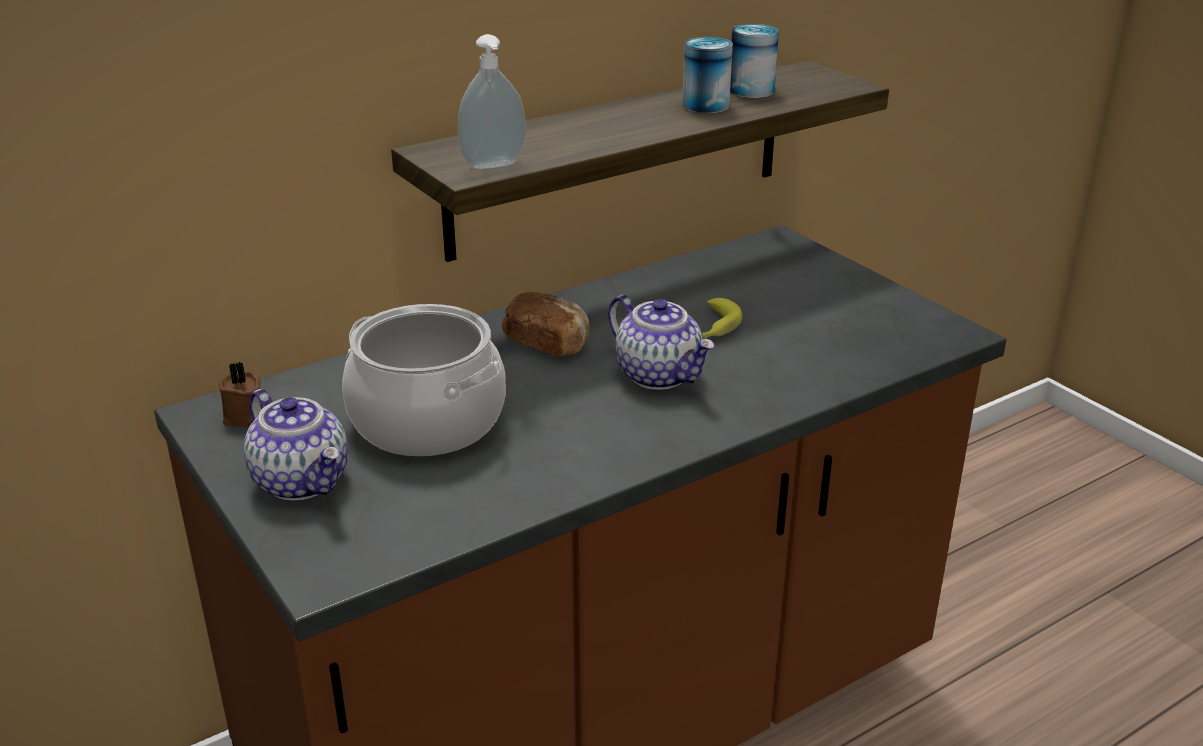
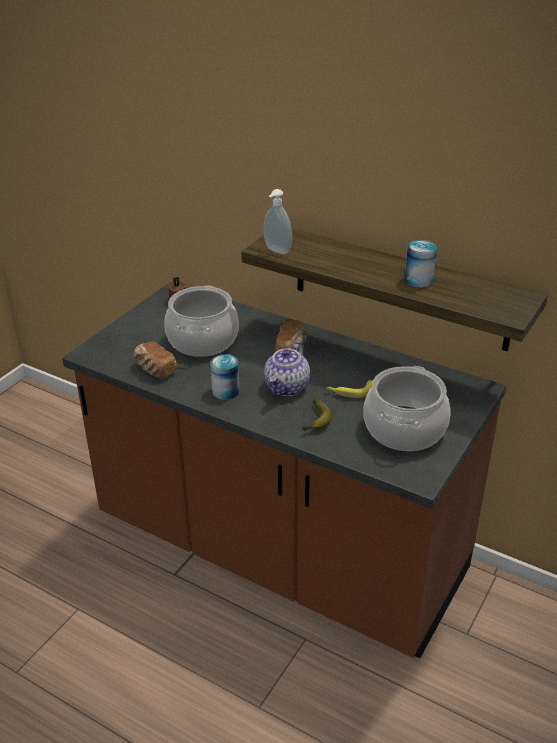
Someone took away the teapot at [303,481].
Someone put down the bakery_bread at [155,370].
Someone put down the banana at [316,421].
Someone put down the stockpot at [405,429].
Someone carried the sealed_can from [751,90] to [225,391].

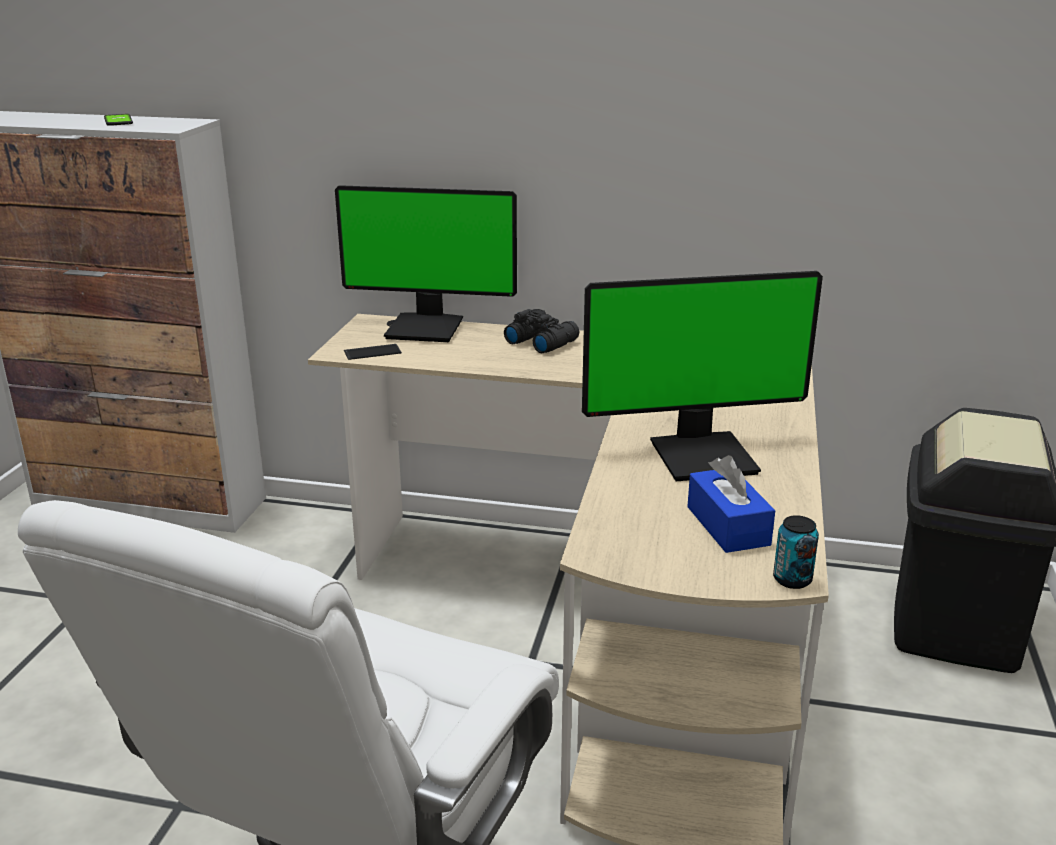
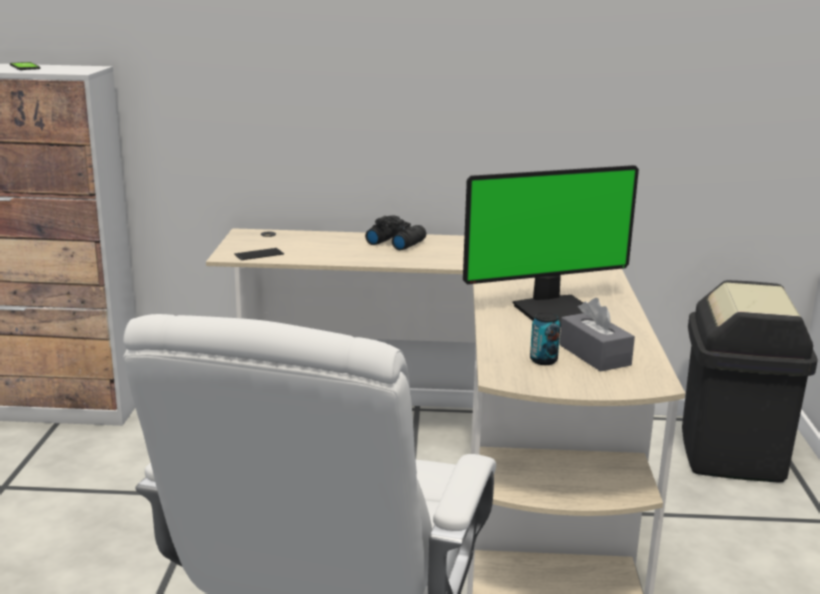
Someone took away the monitor at [426,328].
Someone carried the sealed_can from [792,579] to [543,360].
Someone repainted the bluish_box_of_tissues at [728,526], which became the grey_box_of_tissues at [594,355].

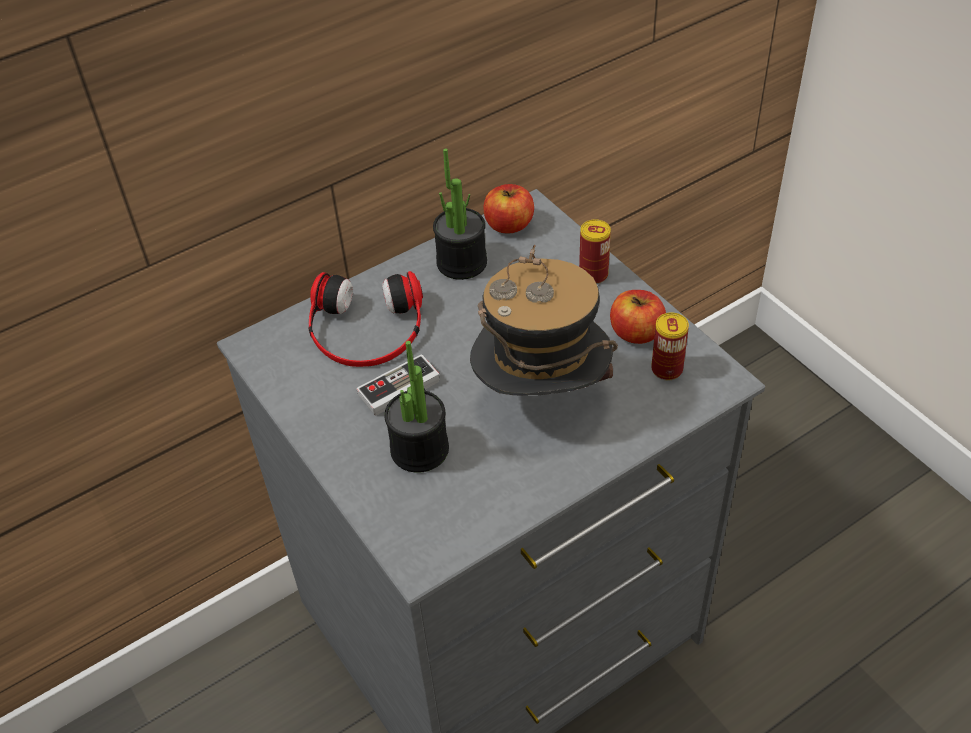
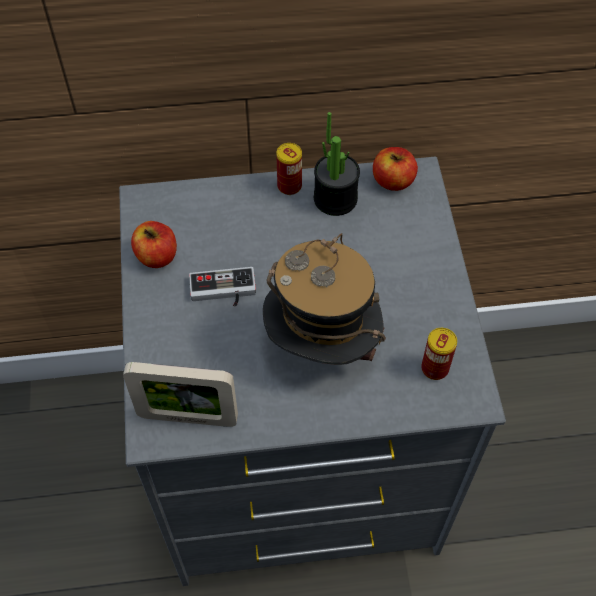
Someone took away the pair_of_headphones at [366,329].
Someone took away the plant_in_a_pot at [419,449].
Someone put down the picture_frame at [188,417].
Someone carried the sealed_can from [593,275] to [289,186].
Someone carried the apple_fruit from [636,333] to [157,256].

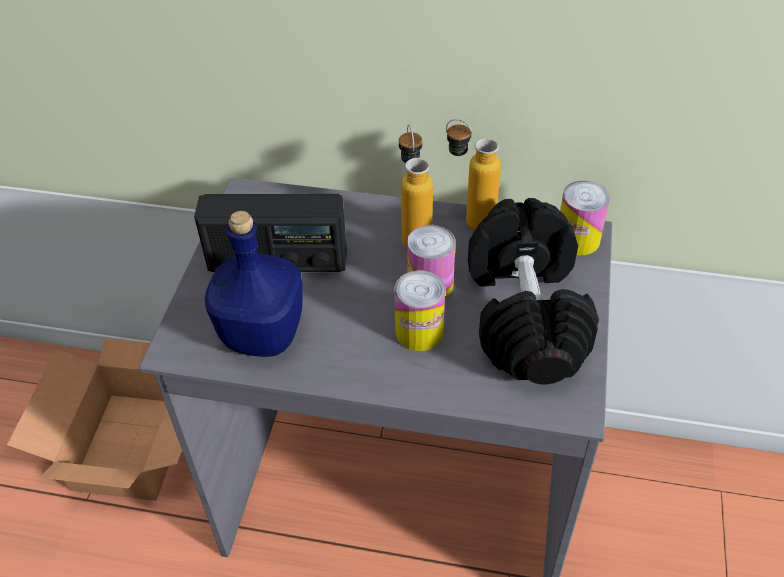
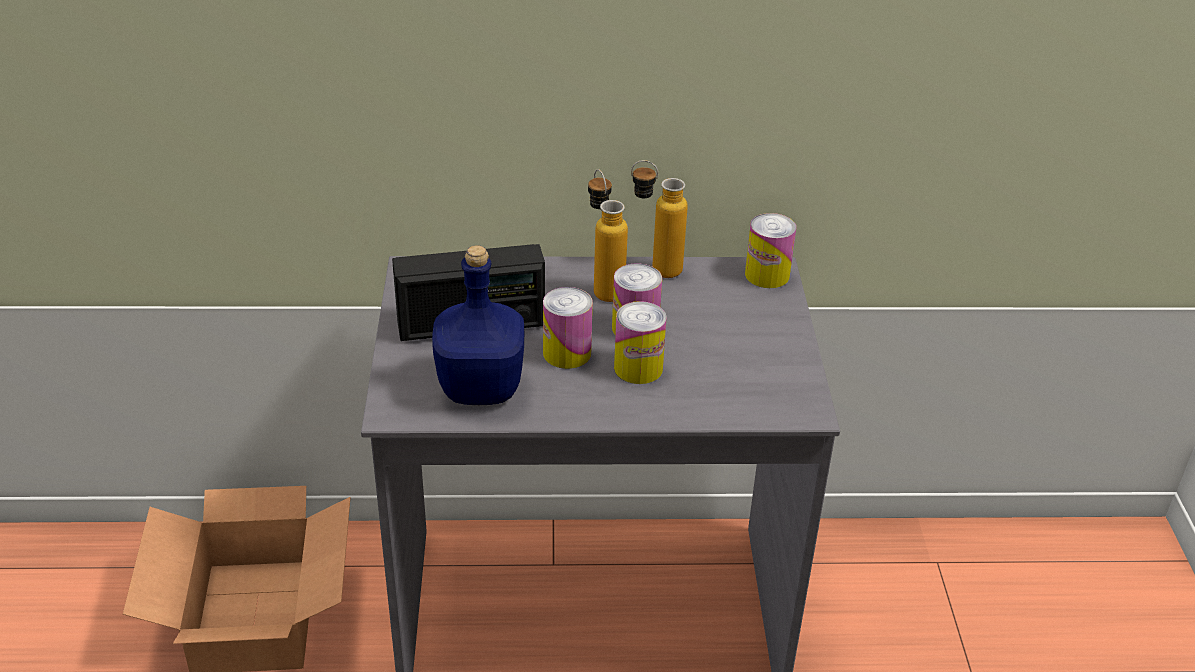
Someone took away the black-coloured_free_weight at [525,313].
Someone put down the sealed_can at [567,353].

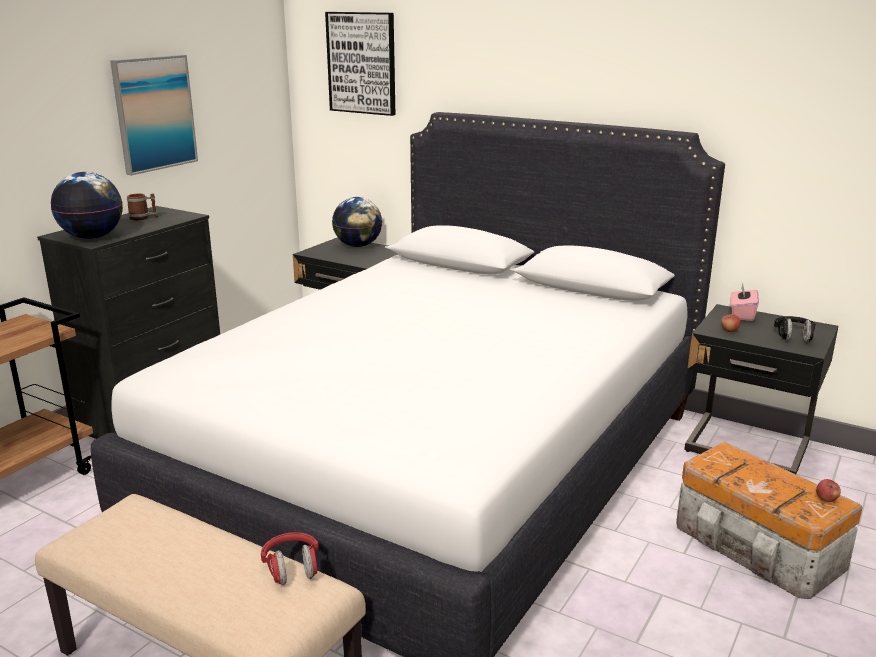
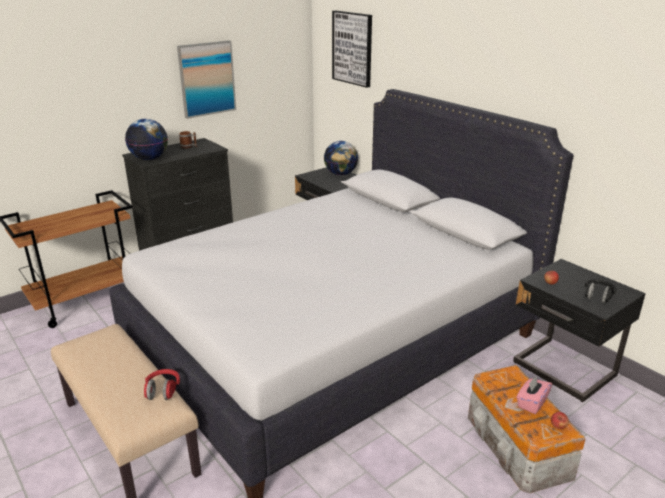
Someone carried the pink-coloured_box_of_tissues from [741,314] to [531,403].

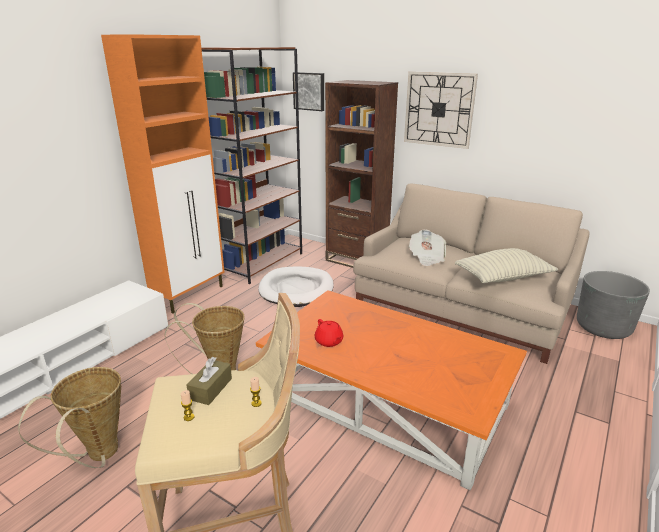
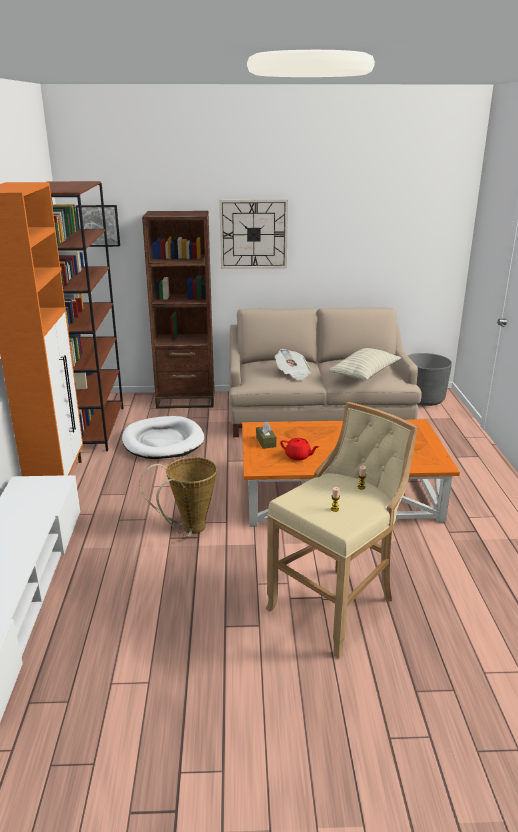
Someone took away the storage_basket at [98,457].
Someone carried the brown-coloured_box_of_tissues from [211,389] to [266,442].

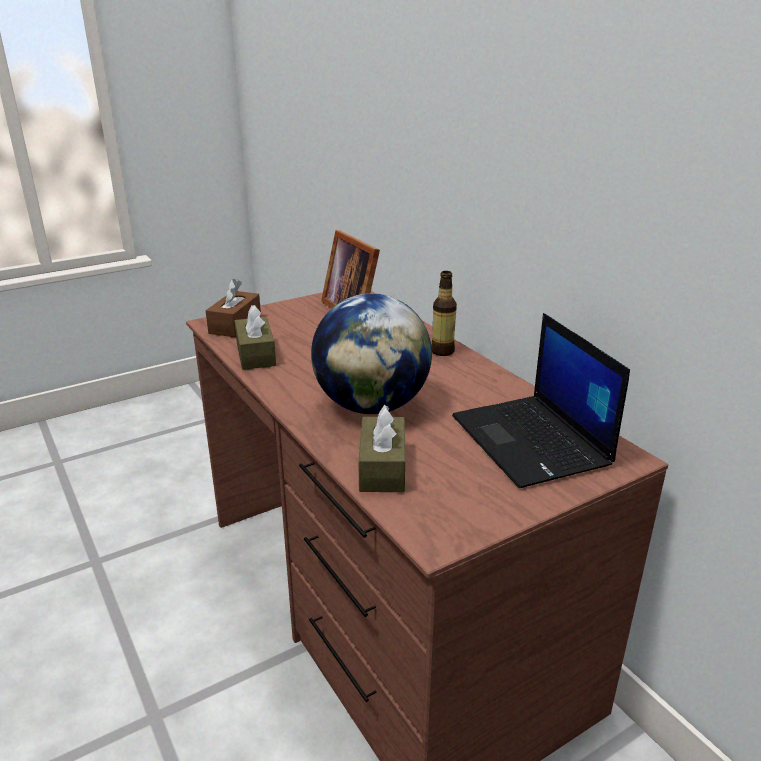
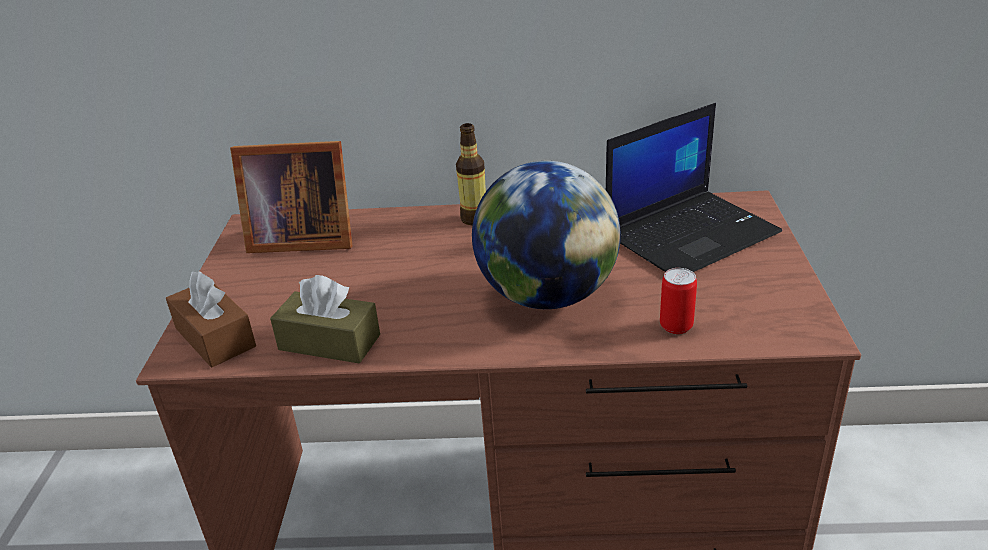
Someone swapped the brown-coloured_box_of_tissues at [382,468] for the sealed_can at [676,326].
Someone rotated the laptop at [532,441] by 45 degrees counterclockwise.

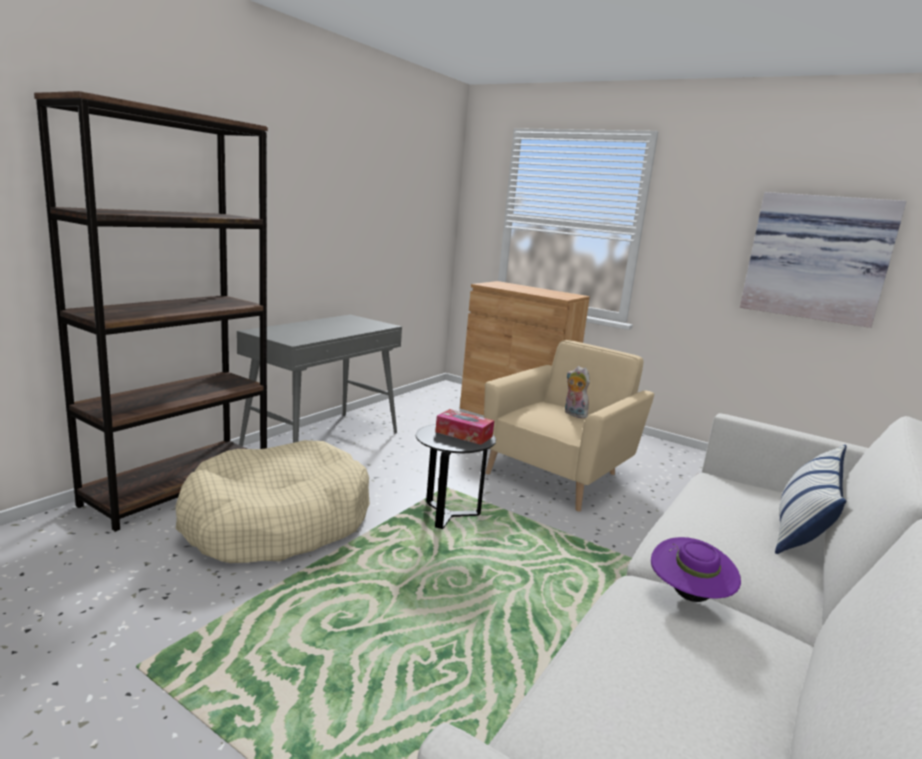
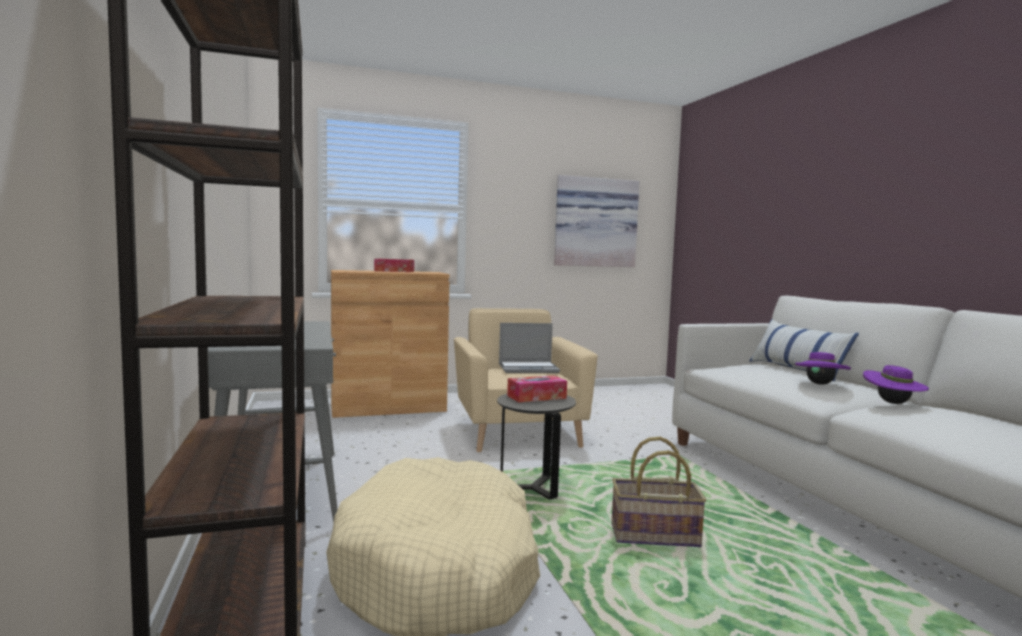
Someone put down the box_of_tissues at [394,271].
Someone put down the storage_basket at [654,536].
Someone put down the purple-coloured_hat at [820,384].
Someone swapped the cuddly_toy at [573,414] for the laptop at [529,369].

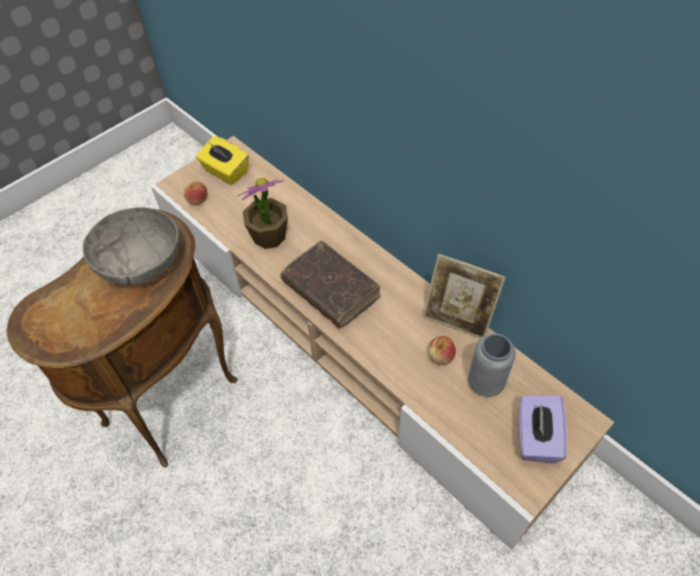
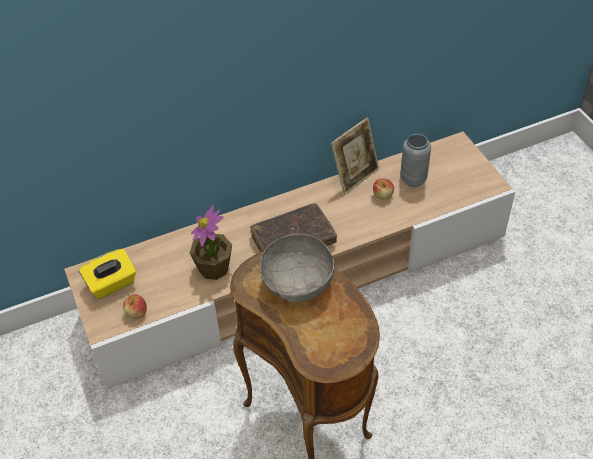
Someone took away the purple-coloured_box_of_tissues at [536,437].

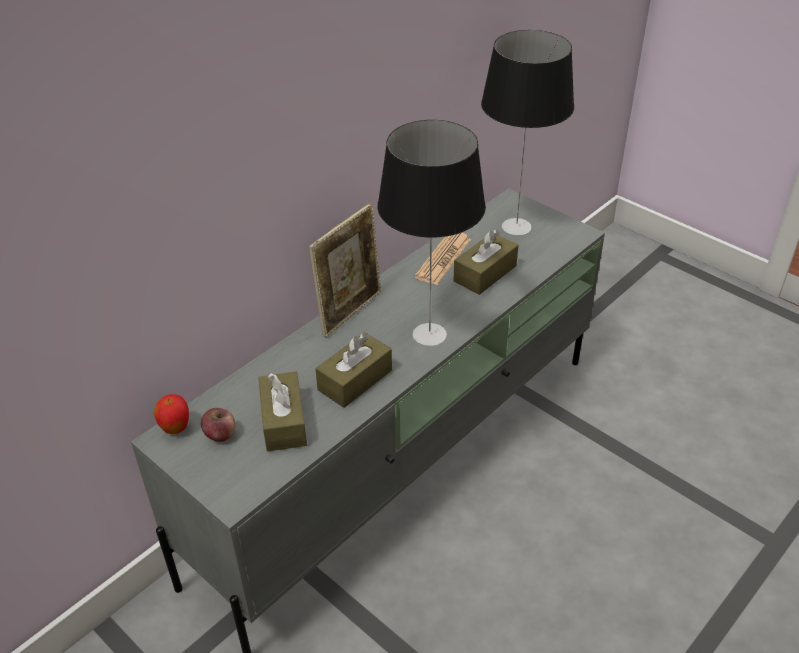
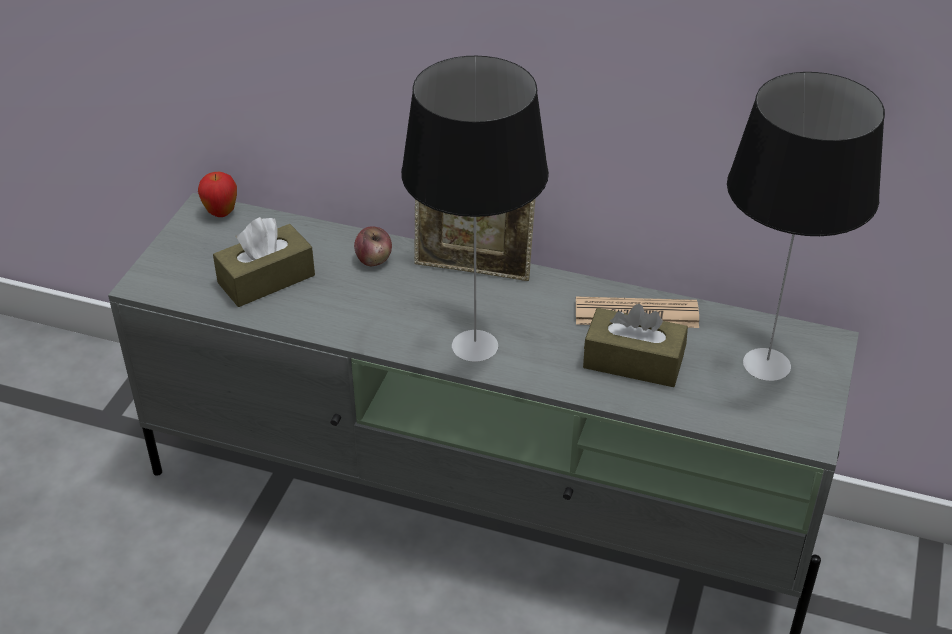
Someone took away the brown-coloured_box_of_tissues at [355,380].
Someone carried the apple_fruit from [220,434] to [374,259].

